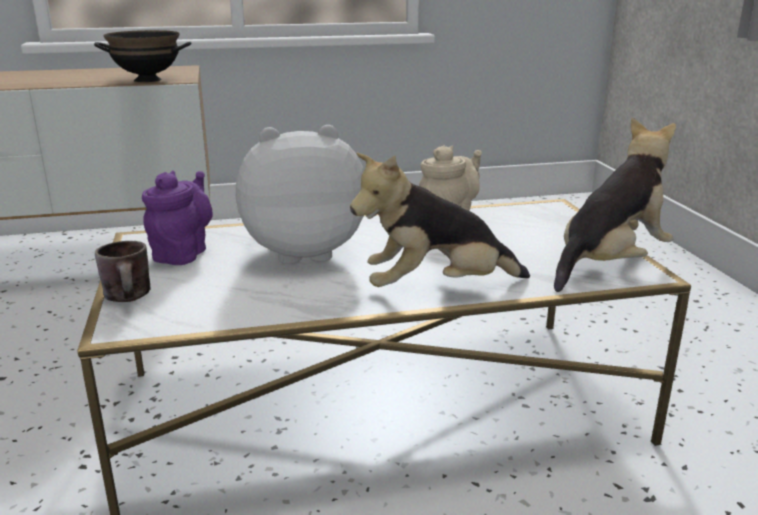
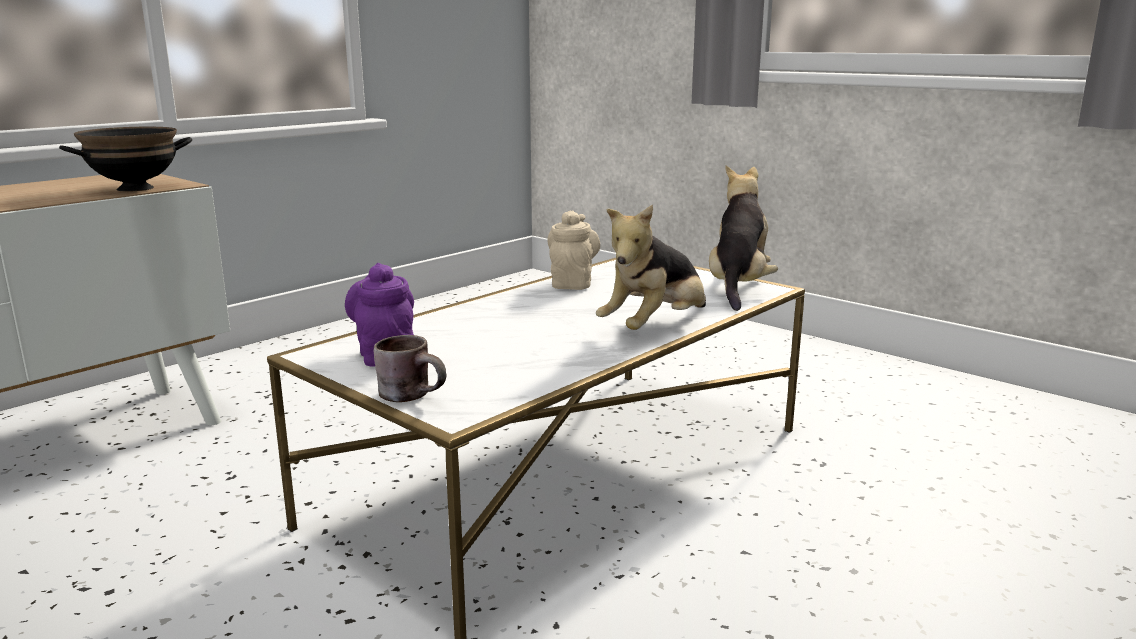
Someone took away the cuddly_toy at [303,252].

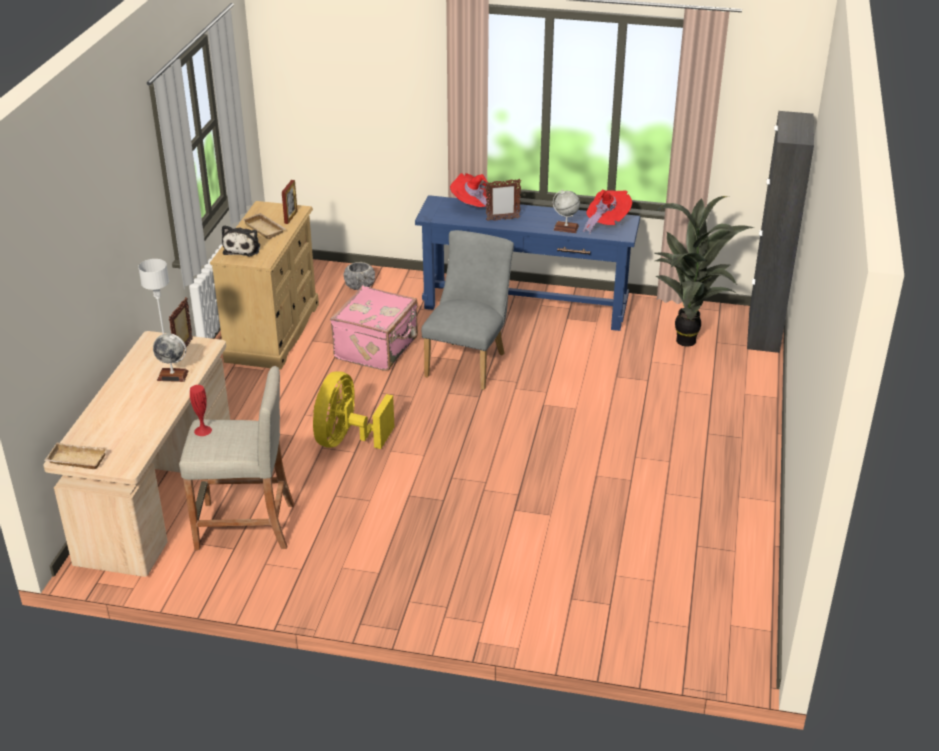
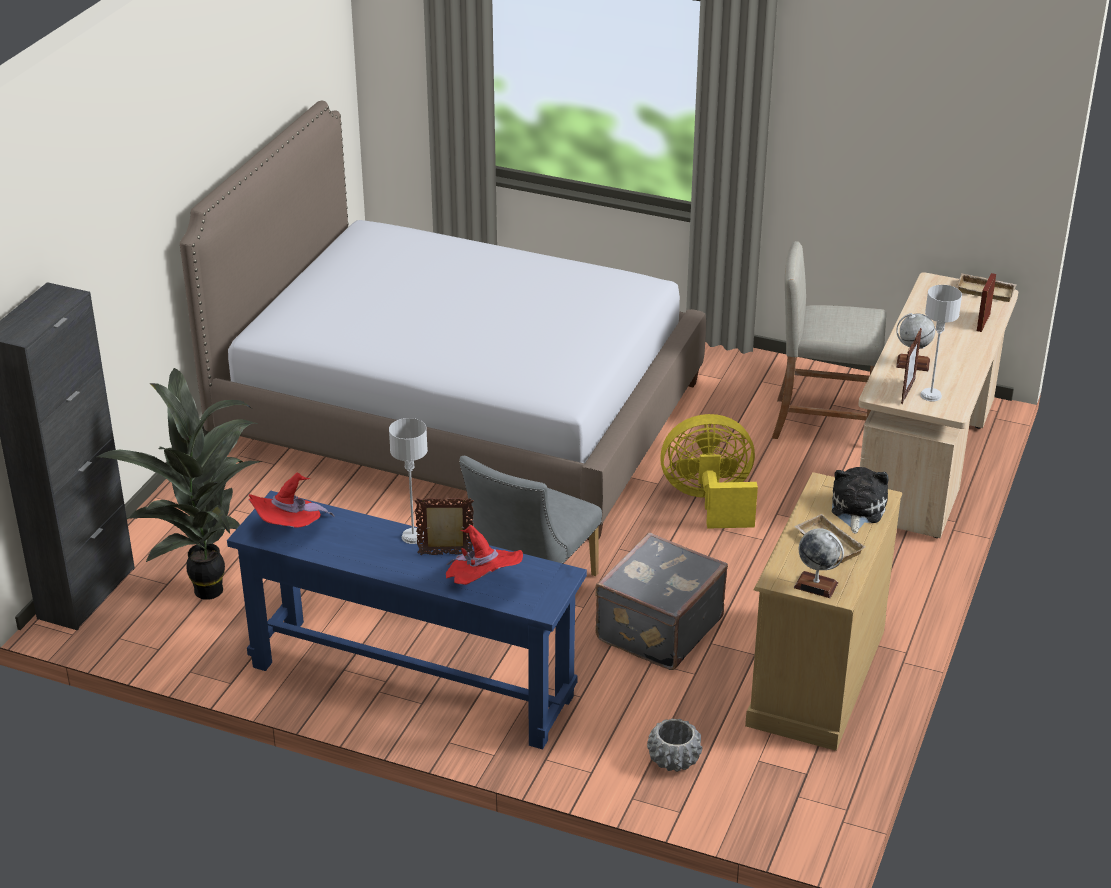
Someone took away the red-coloured_flower_vase at [203,430].
Someone put down the sleeping_bed at [458,414].
Someone put down the grey_tabletop_lamp at [412,536].
Someone carried the picture_frame from [291,217] to [983,322].
Someone carried the world_globe from [566,228] to [816,585].
Someone repainted the pink-coloured_piece_of_luggage at [377,348], which became the grey_piece_of_luggage at [657,628].
Someone rotated the yellowish_electric_fan at [346,440] by 120 degrees counterclockwise.

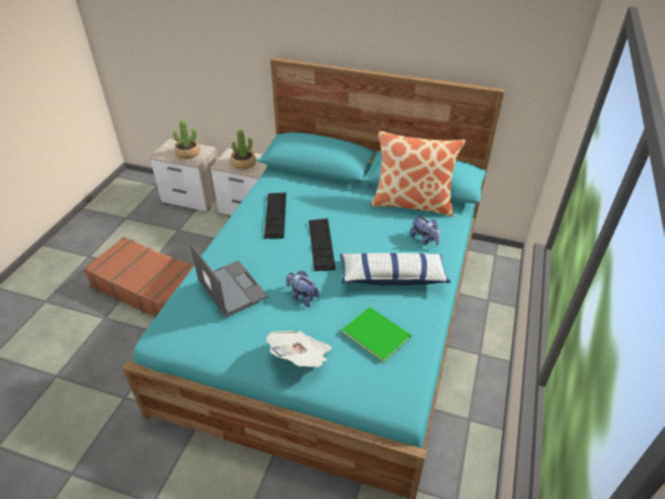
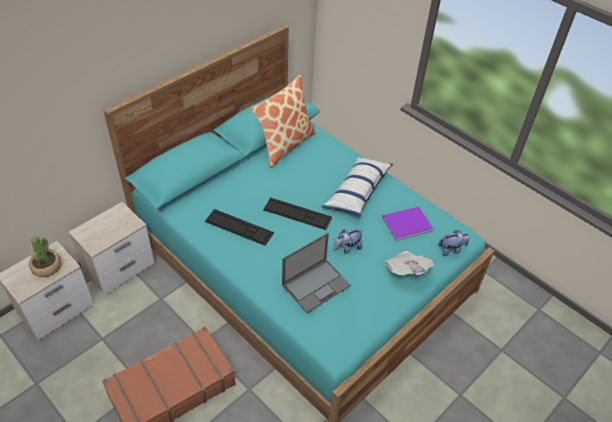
Someone took away the plant_in_a_pot at [243,164].
Someone carried the cuddly_toy from [424,240] to [451,250].
Someone repainted the green_book at [375,333], which became the purple-coloured_book at [405,223].
Someone rotated the laptop at [231,288] by 150 degrees clockwise.

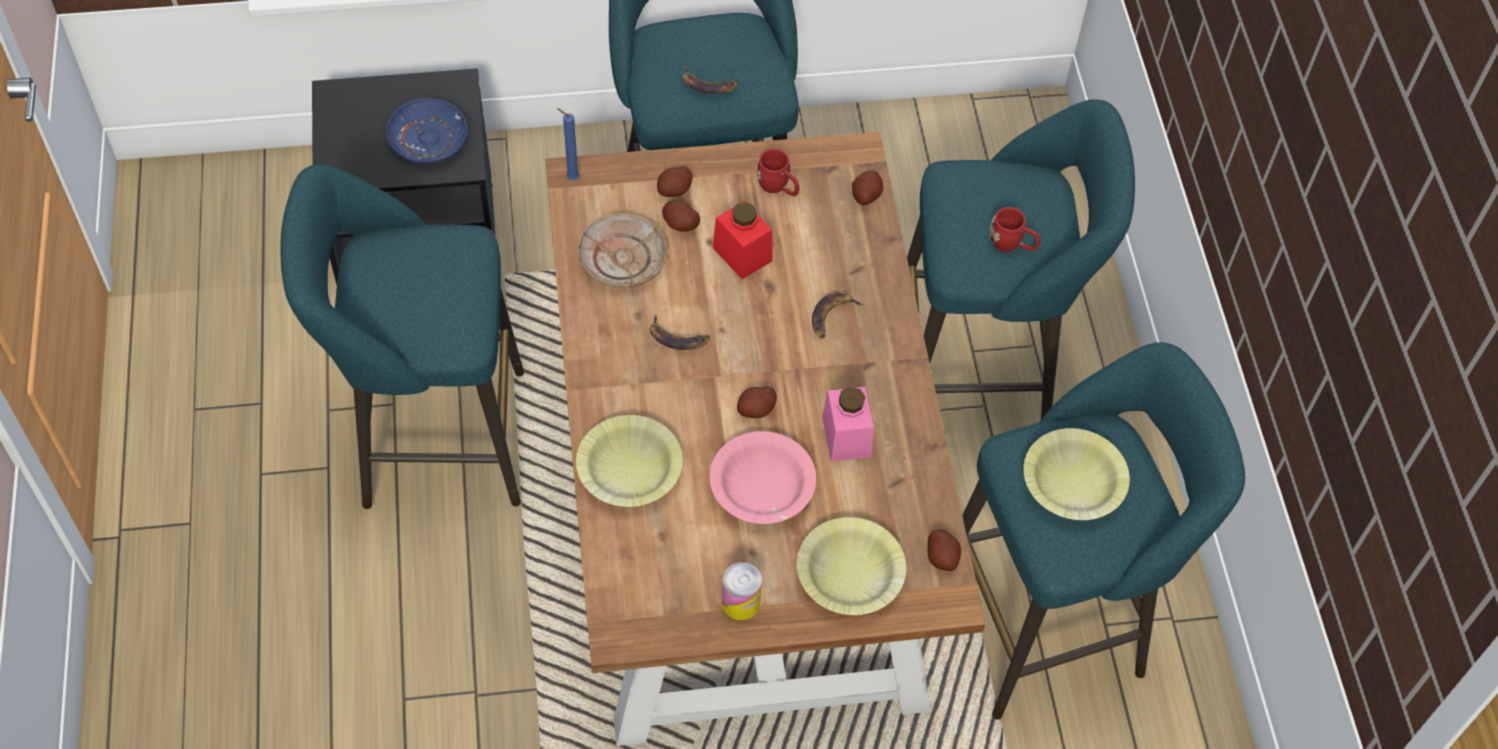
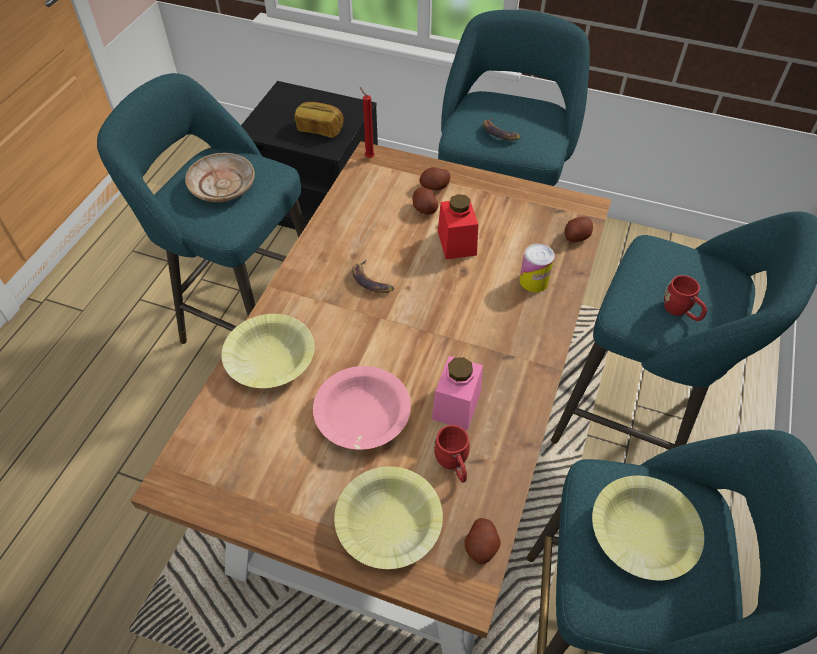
Someone took away the spud at [756,409].
Someone took away the banana at [832,316].
Someone carried the beige-coloured_plate from [622,259] to [222,185].
Someone carried the sealed_can from [740,603] to [534,281].
Someone carried the red-coloured_coffee_mug from [778,188] to [453,465].
Someone swapped the bluish_plate at [428,139] for the bakery_bread at [320,129].
Someone repainted the bluish_wax_light at [571,178], which became the red-coloured_wax_light at [368,157].

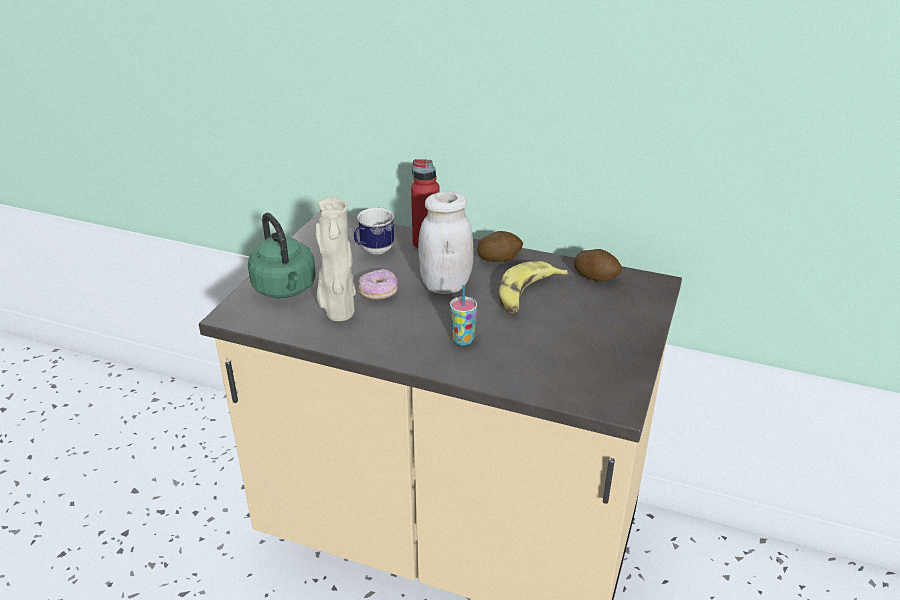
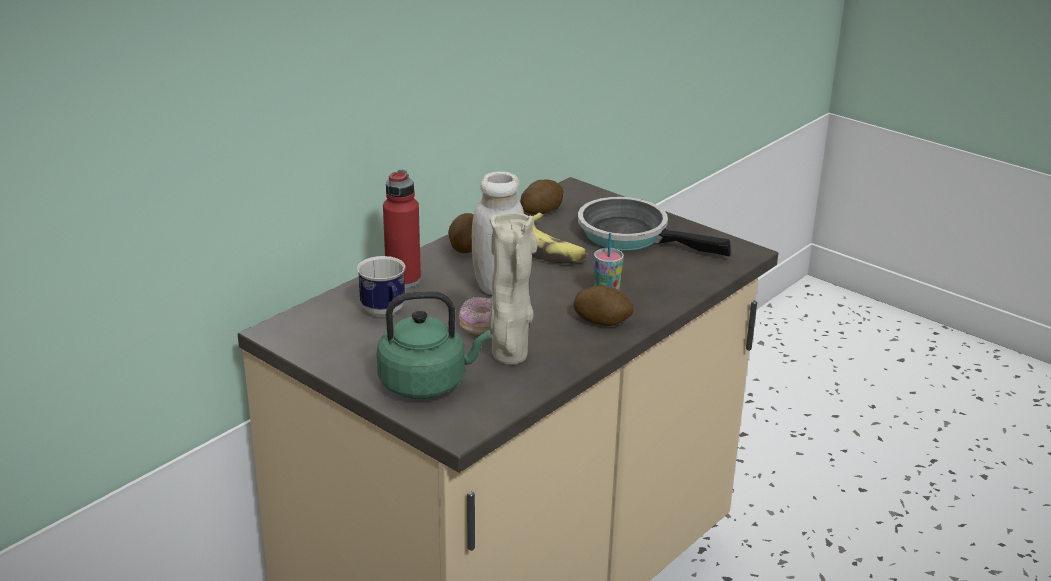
Someone put down the spud at [602,321].
Someone put down the skillet at [630,236].

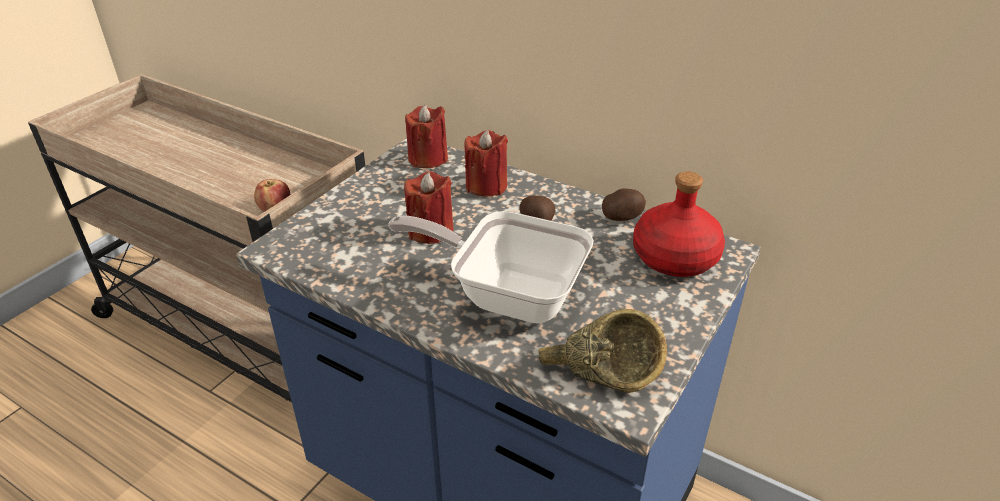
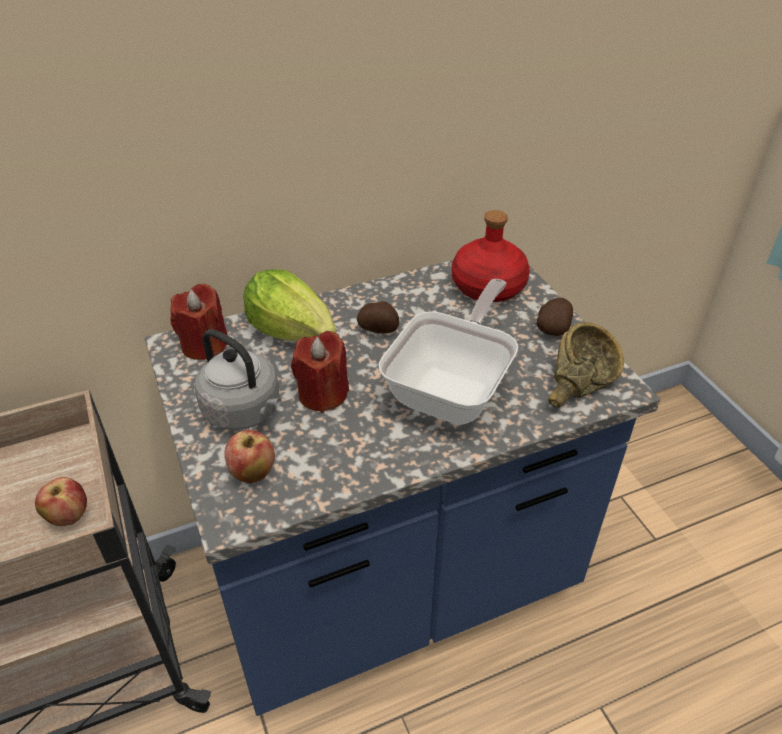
Someone put down the grey_water_kettle at [245,411].
Someone put down the apple_fruit at [252,473].
Someone carried the spud from [622,218] to [553,328].
Someone swapped the red-coloured_wax_light at [486,186] for the lettuce_head at [292,331].
Someone rotated the skillet at [508,294] by 150 degrees clockwise.

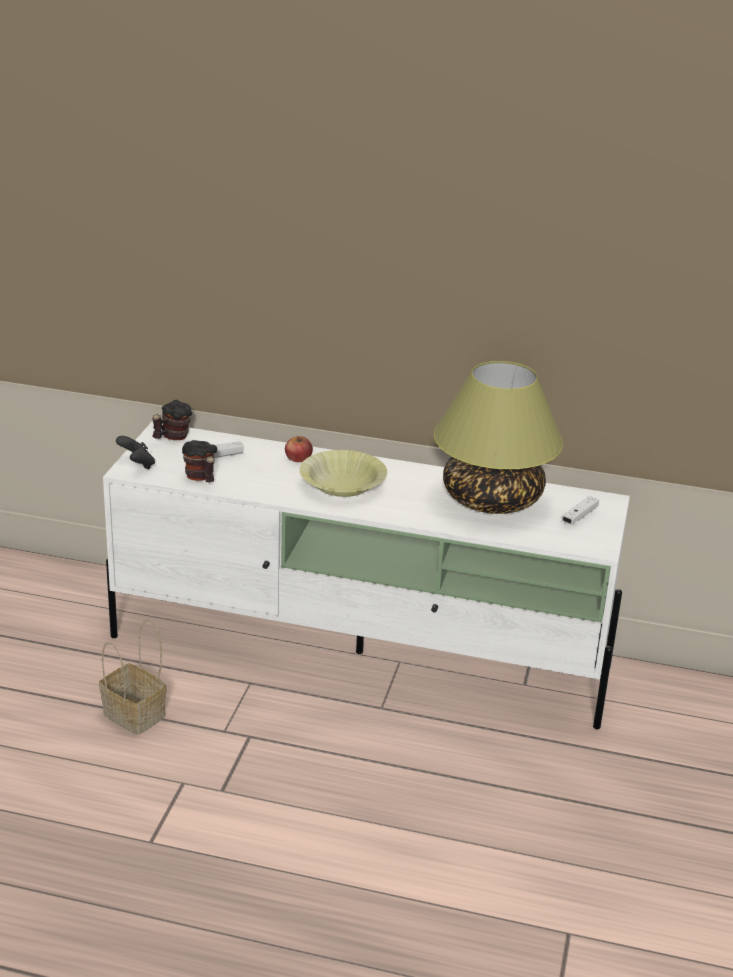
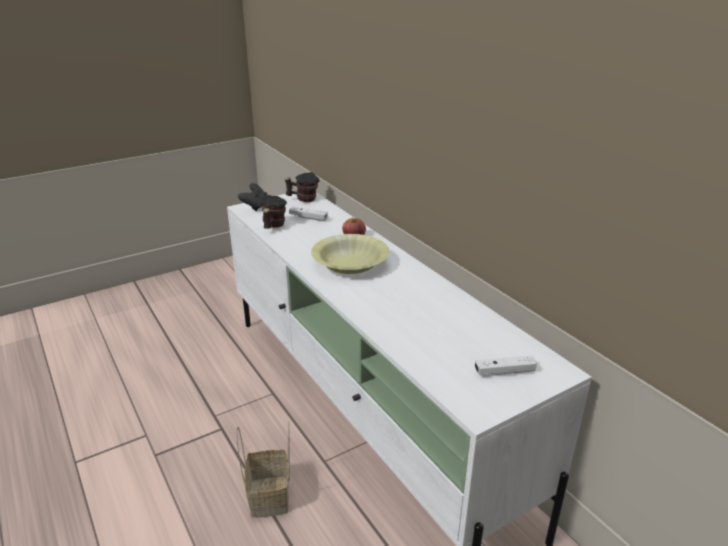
Someone took away the tabletop_lamp at [491,500].
Someone carried the storage_basket from [136,715] to [270,497].

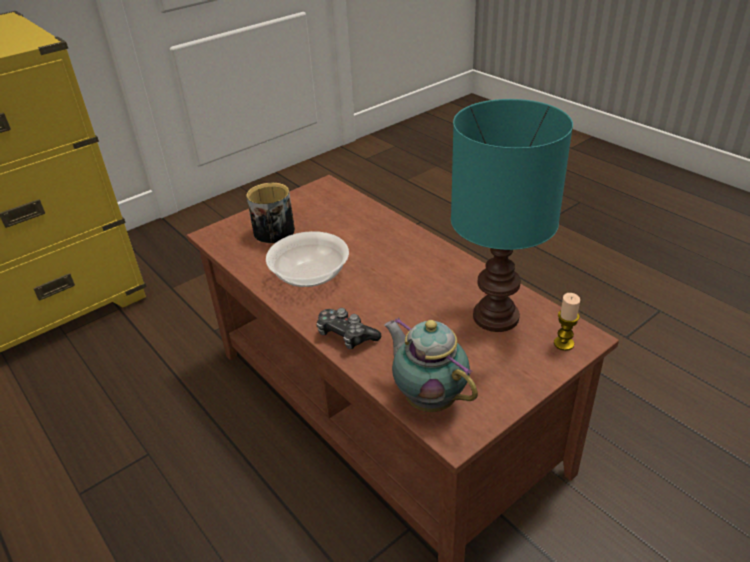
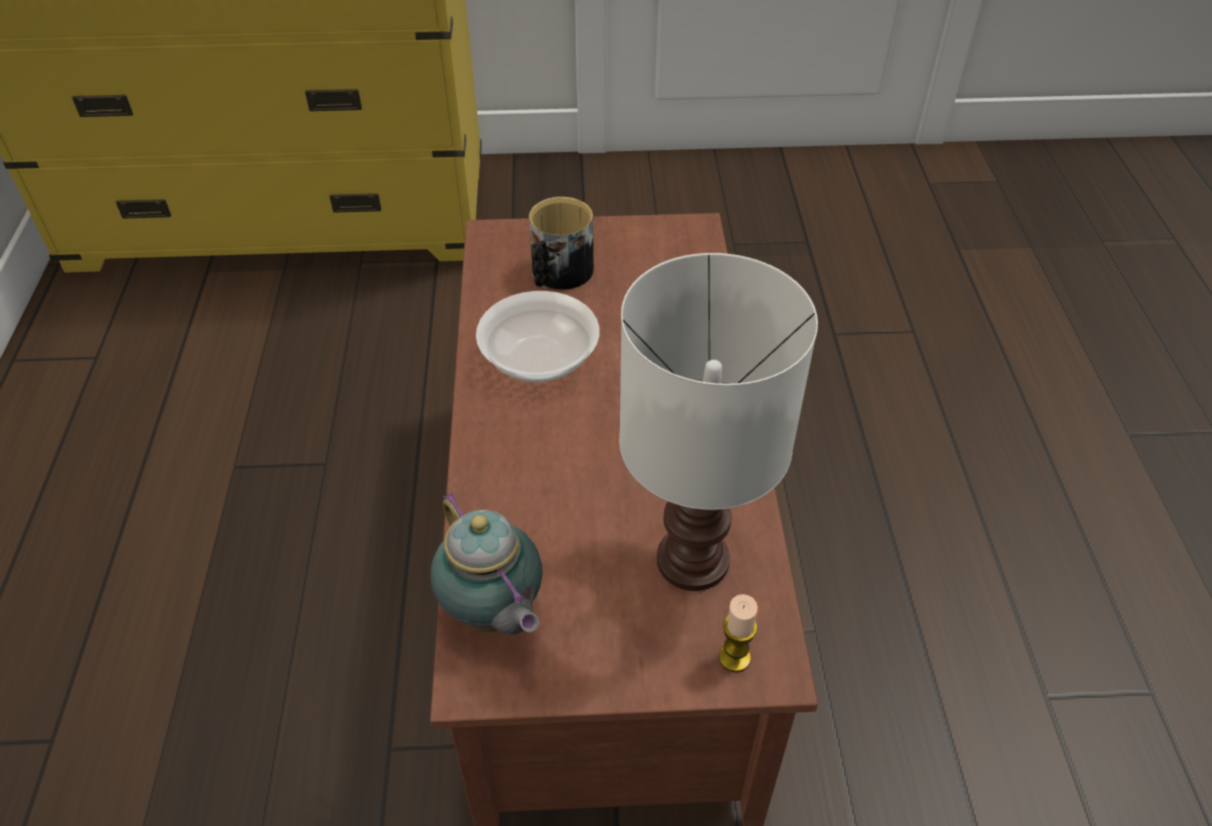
Someone took away the game_controller at [346,335].
Someone repainted the turquoise-coloured_tabletop_lamp at [494,317], which became the white-coloured_tabletop_lamp at [689,559].
Someone rotated the teapot at [428,398] by 150 degrees clockwise.

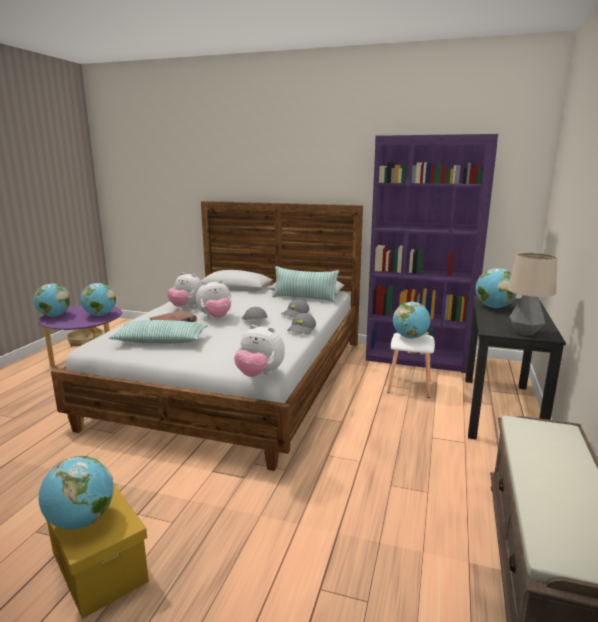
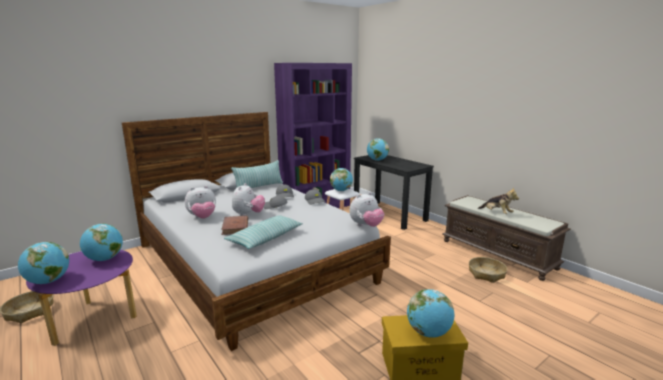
Someone took away the tabletop_lamp at [525,332].
Someone put down the storage_basket at [486,274].
Someone put down the cuddly_toy at [497,213].

